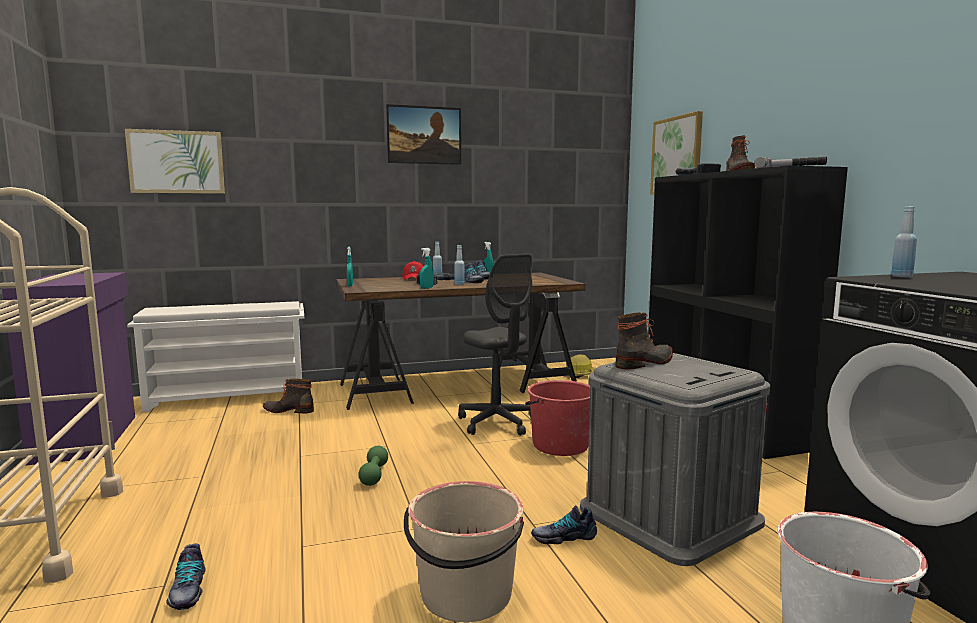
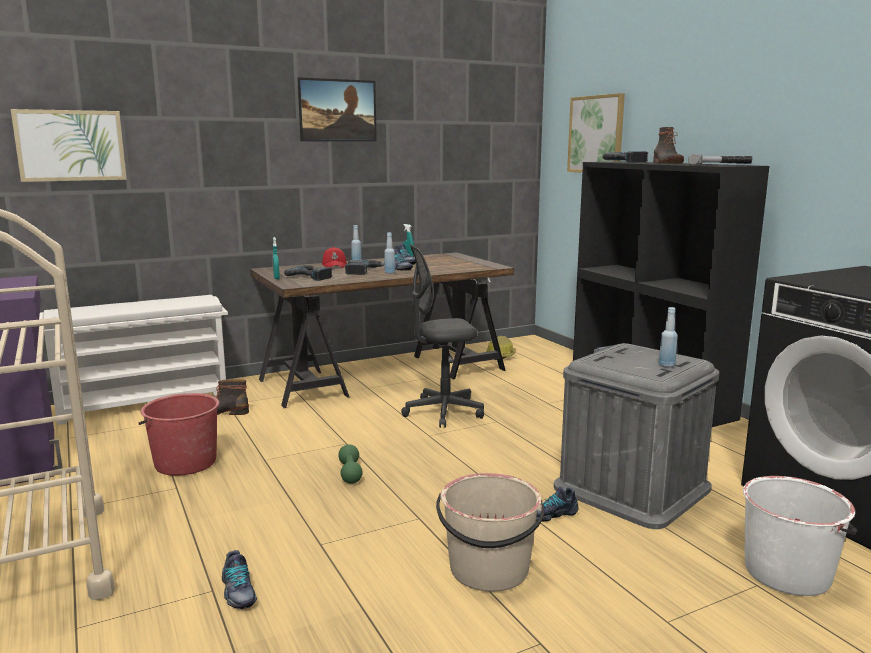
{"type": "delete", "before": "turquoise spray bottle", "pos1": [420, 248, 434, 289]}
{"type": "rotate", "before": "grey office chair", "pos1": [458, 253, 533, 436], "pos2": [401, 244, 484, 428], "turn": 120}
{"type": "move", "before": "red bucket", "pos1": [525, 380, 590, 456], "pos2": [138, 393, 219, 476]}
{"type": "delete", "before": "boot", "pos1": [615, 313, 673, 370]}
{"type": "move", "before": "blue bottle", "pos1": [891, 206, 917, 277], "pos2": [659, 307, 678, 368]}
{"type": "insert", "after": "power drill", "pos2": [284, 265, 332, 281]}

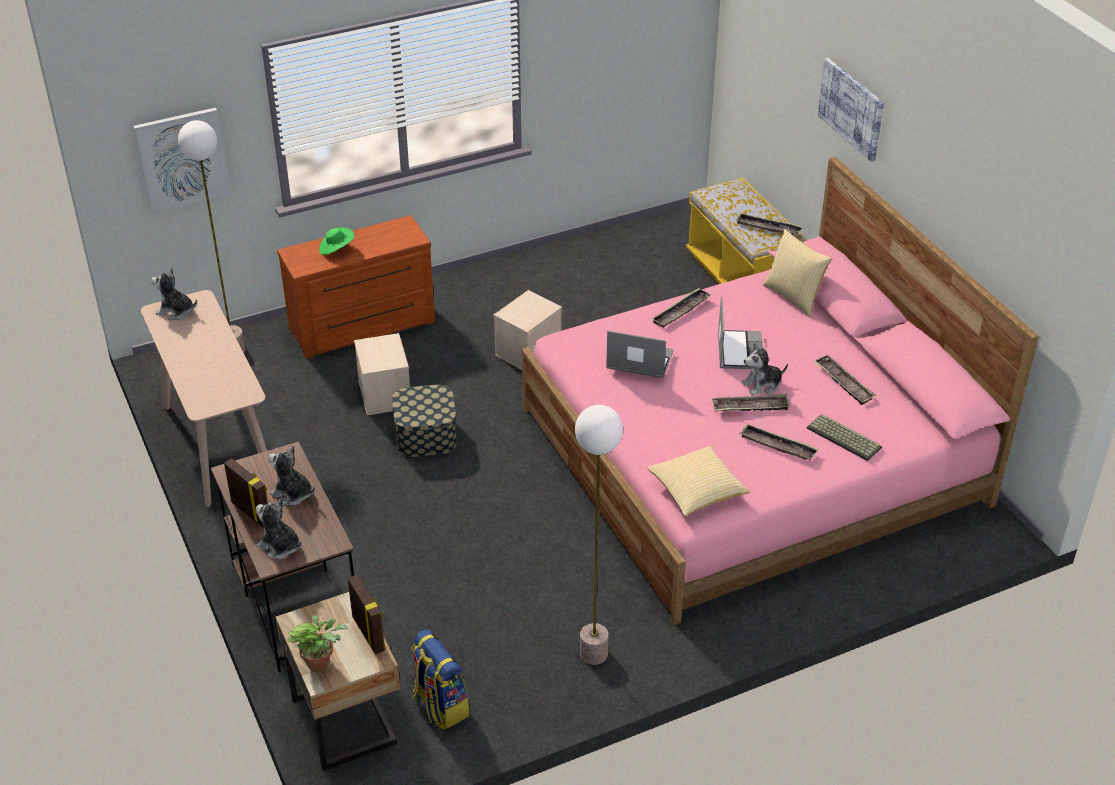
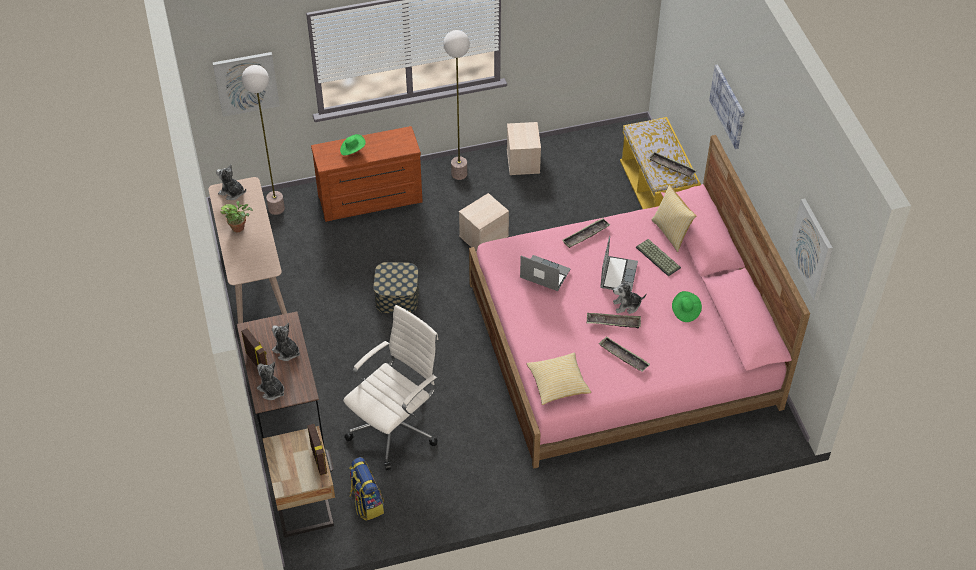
{"type": "move", "before": "potted plant", "pos1": [287, 615, 348, 672], "pos2": [220, 201, 253, 232]}
{"type": "move", "before": "beige storage box", "pos1": [354, 333, 410, 415], "pos2": [507, 122, 541, 175]}
{"type": "move", "before": "floor lamp", "pos1": [575, 405, 623, 665], "pos2": [443, 30, 470, 180]}
{"type": "move", "before": "keyboard", "pos1": [807, 414, 882, 461], "pos2": [636, 239, 681, 276]}
{"type": "replace", "before": "tray", "after": "green hat", "pos1": [813, 355, 876, 405], "pos2": [672, 291, 702, 322]}
{"type": "insert", "after": "white office chair", "pos2": [343, 305, 438, 470]}
{"type": "insert", "after": "picture", "pos2": [788, 198, 833, 301]}

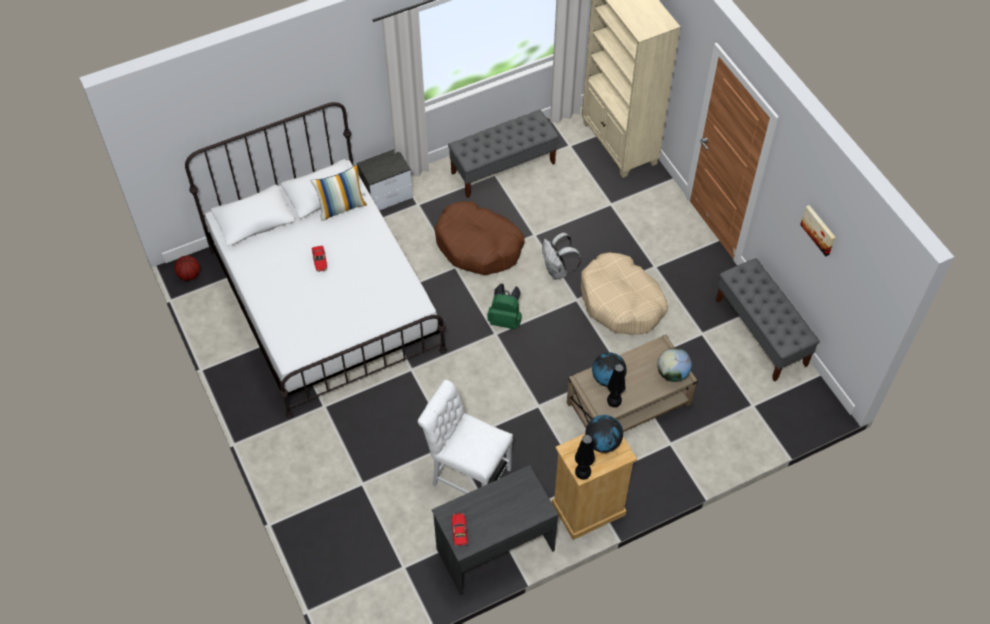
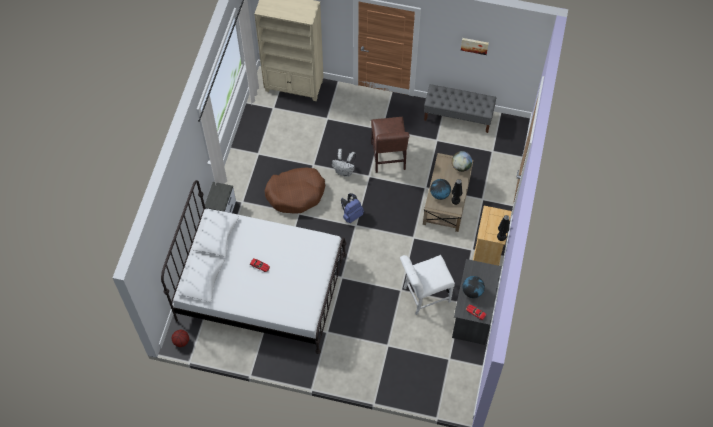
{"type": "delete", "before": "pillow", "pos1": [311, 164, 367, 221]}
{"type": "delete", "before": "grey bench", "pos1": [448, 110, 559, 198]}
{"type": "recolor", "before": "green backpack", "after": "blue backpack", "pos1": [488, 283, 522, 329], "pos2": [341, 193, 364, 223]}
{"type": "replace", "before": "beige dog bed", "after": "brown chair", "pos1": [581, 253, 668, 334], "pos2": [371, 117, 409, 173]}
{"type": "move", "before": "globe", "pos1": [585, 415, 623, 453], "pos2": [462, 276, 485, 298]}

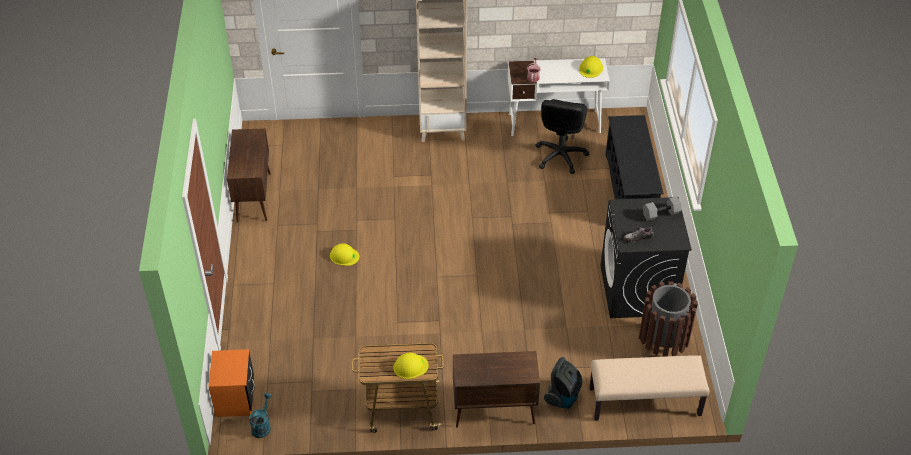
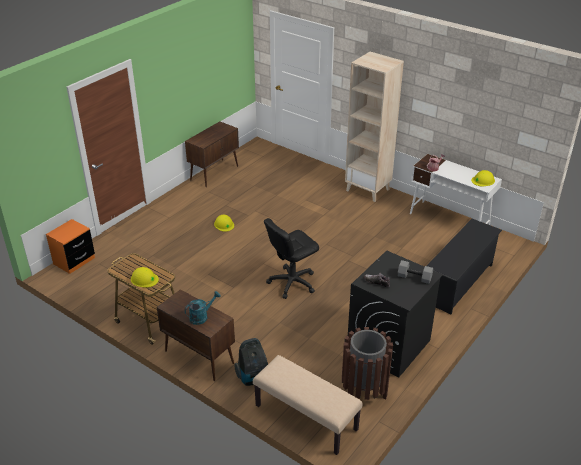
{"type": "move", "before": "turquoise watering can", "pos1": [249, 393, 272, 438], "pos2": [185, 291, 220, 325]}
{"type": "move", "before": "black office chair", "pos1": [535, 99, 589, 174], "pos2": [264, 218, 319, 299]}

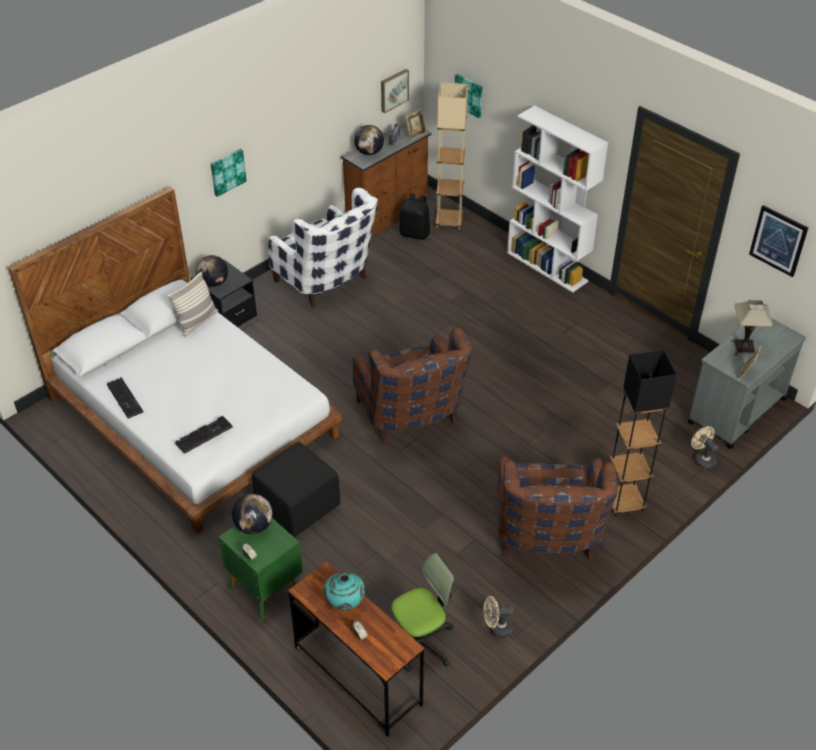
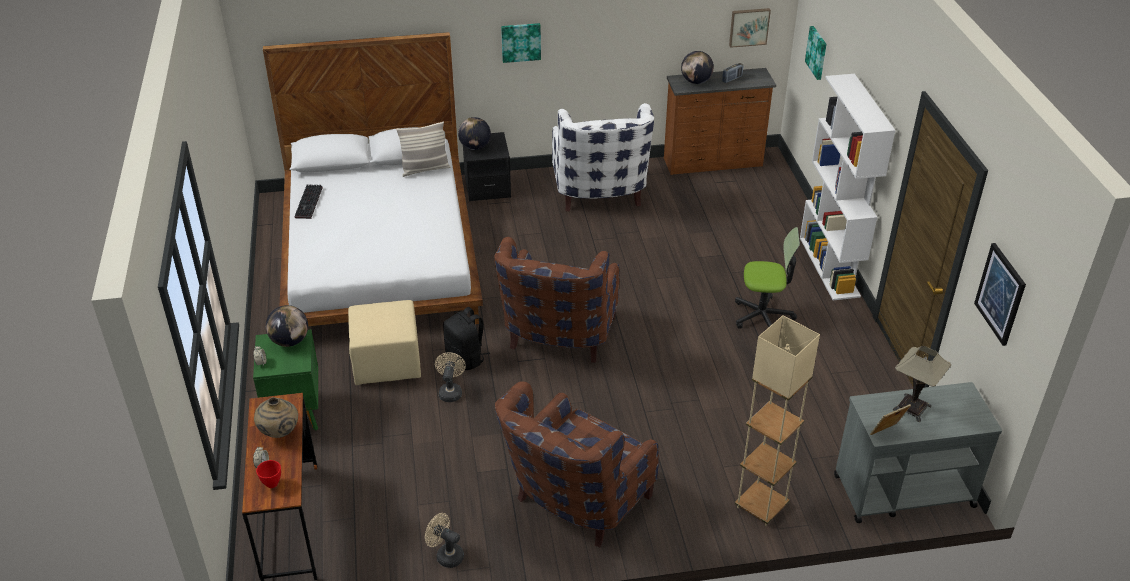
{"type": "delete", "before": "keyboard", "pos1": [175, 416, 233, 454]}
{"type": "recolor", "before": "black ottoman", "after": "beige ottoman", "pos1": [252, 442, 341, 538], "pos2": [348, 300, 421, 385]}
{"type": "recolor", "before": "turquoise vase", "after": "beige vase", "pos1": [324, 573, 365, 610], "pos2": [254, 397, 298, 438]}
{"type": "move", "before": "office chair", "pos1": [391, 553, 454, 672], "pos2": [735, 227, 800, 329]}
{"type": "move", "before": "black backpack", "pos1": [399, 193, 430, 240], "pos2": [443, 307, 490, 370]}
{"type": "delete", "before": "picture frame", "pos1": [405, 109, 427, 140]}
{"type": "move", "before": "beige floor lamp", "pos1": [435, 82, 468, 229], "pos2": [735, 315, 820, 526]}
{"type": "delete", "before": "black floor lamp", "pos1": [610, 350, 677, 516]}
{"type": "move", "before": "beige fan", "pos1": [691, 426, 718, 470], "pos2": [435, 352, 466, 402]}
{"type": "insert", "after": "red bowl", "pos2": [256, 460, 281, 488]}

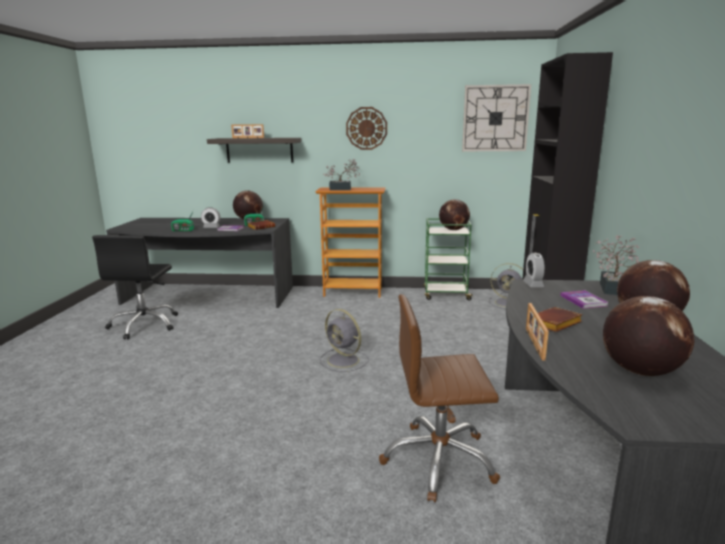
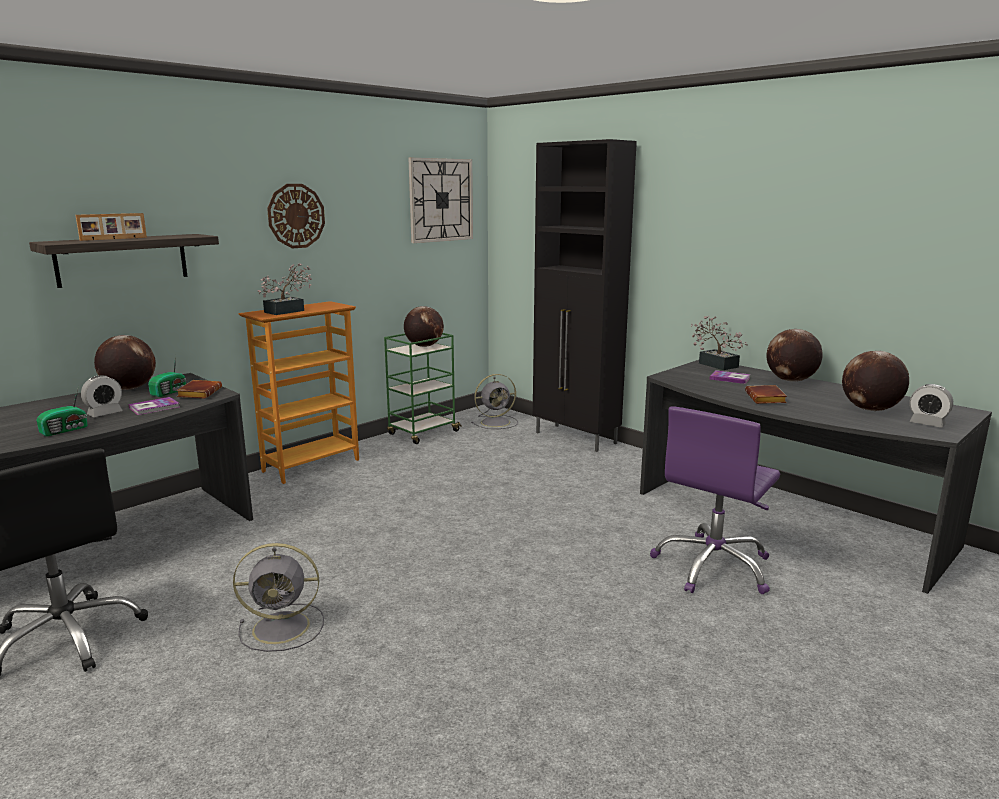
{"type": "move", "before": "grey fan", "pos1": [320, 309, 369, 372], "pos2": [233, 543, 324, 652]}
{"type": "recolor", "before": "brown office chair", "after": "purple office chair", "pos1": [379, 294, 500, 502], "pos2": [650, 406, 780, 594]}
{"type": "move", "before": "alarm clock", "pos1": [523, 253, 545, 287], "pos2": [909, 384, 953, 428]}
{"type": "delete", "before": "picture frame", "pos1": [526, 303, 549, 361]}

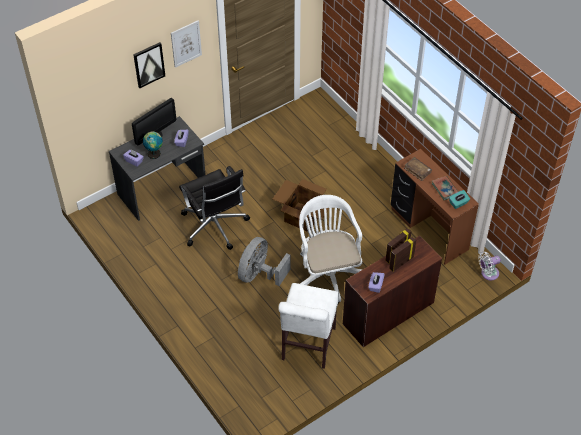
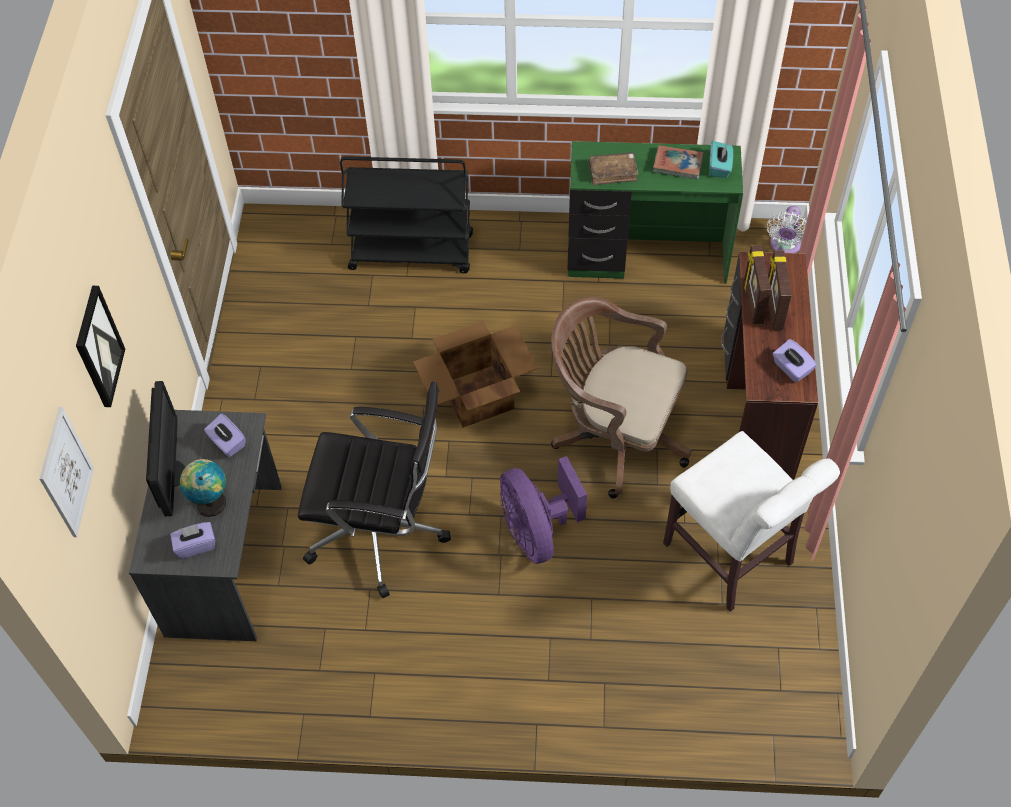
{"type": "move", "before": "picture", "pos1": [171, 20, 202, 68], "pos2": [39, 407, 94, 537]}
{"type": "recolor", "before": "grey fan", "after": "purple fan", "pos1": [238, 237, 291, 286], "pos2": [500, 456, 587, 564]}
{"type": "recolor", "before": "white office chair", "after": "brown office chair", "pos1": [299, 195, 362, 304], "pos2": [551, 297, 691, 499]}
{"type": "recolor", "before": "brown desk", "after": "green desk", "pos1": [391, 149, 479, 265], "pos2": [567, 141, 743, 284]}
{"type": "insert", "after": "black cart", "pos2": [340, 156, 473, 274]}

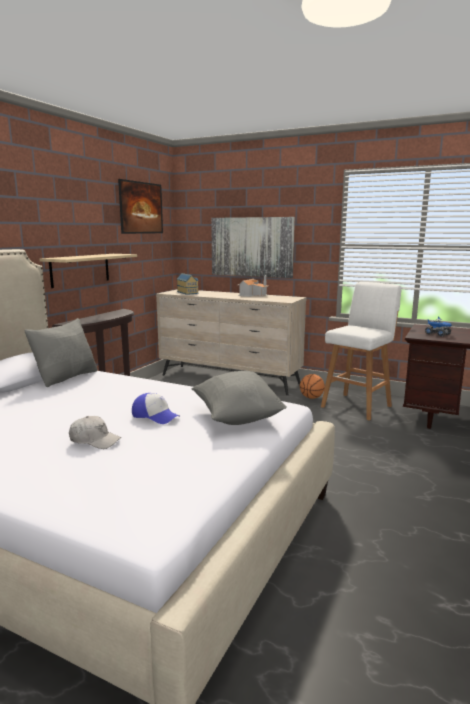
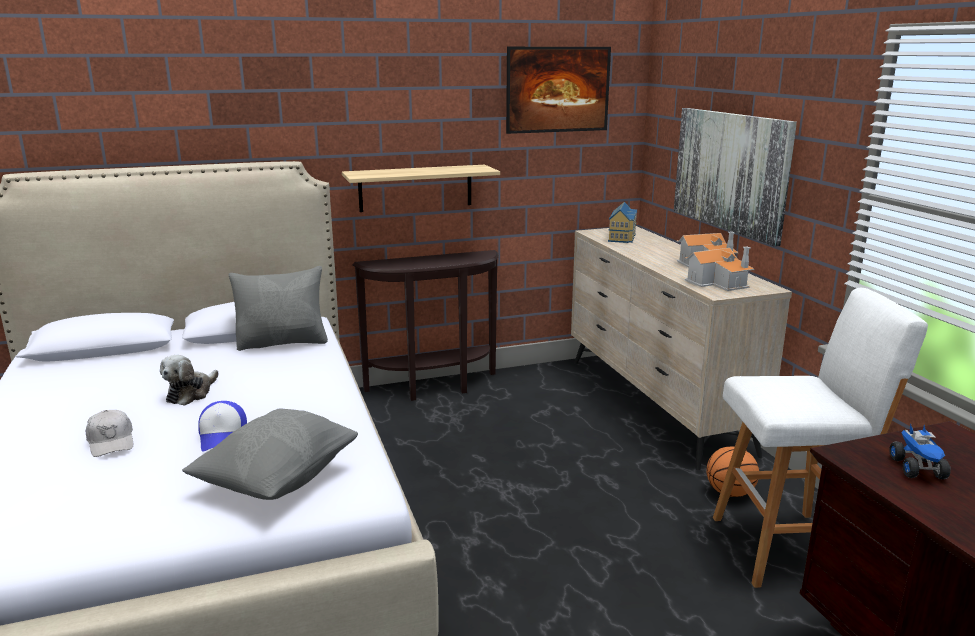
{"type": "insert", "after": "plush toy", "pos2": [160, 355, 219, 406]}
{"type": "insert", "after": "toy house", "pos2": [684, 247, 755, 291]}

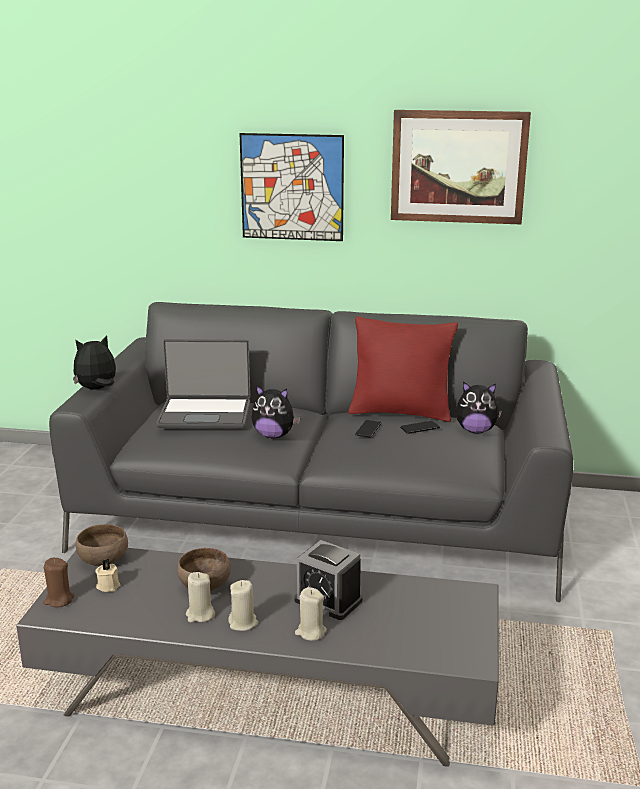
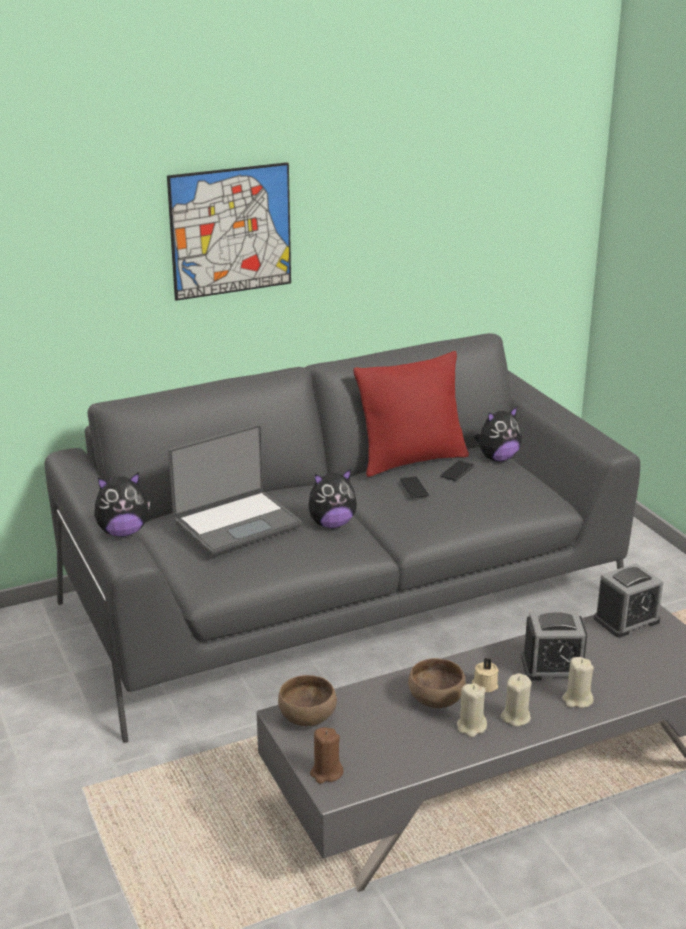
{"type": "rotate", "before": "plush toy", "pos1": [73, 336, 116, 390], "pos2": [94, 472, 150, 537], "turn": -135}
{"type": "move", "before": "beige candle", "pos1": [95, 559, 121, 592], "pos2": [472, 657, 499, 692]}
{"type": "delete", "before": "picture", "pos1": [391, 110, 531, 224]}
{"type": "insert", "after": "alarm clock", "pos2": [594, 563, 663, 638]}

